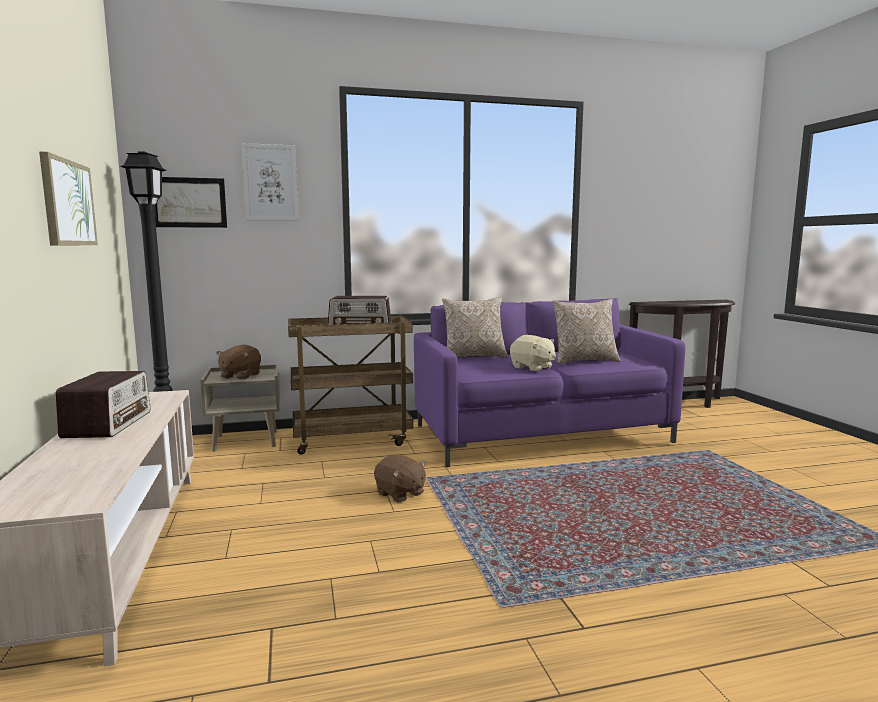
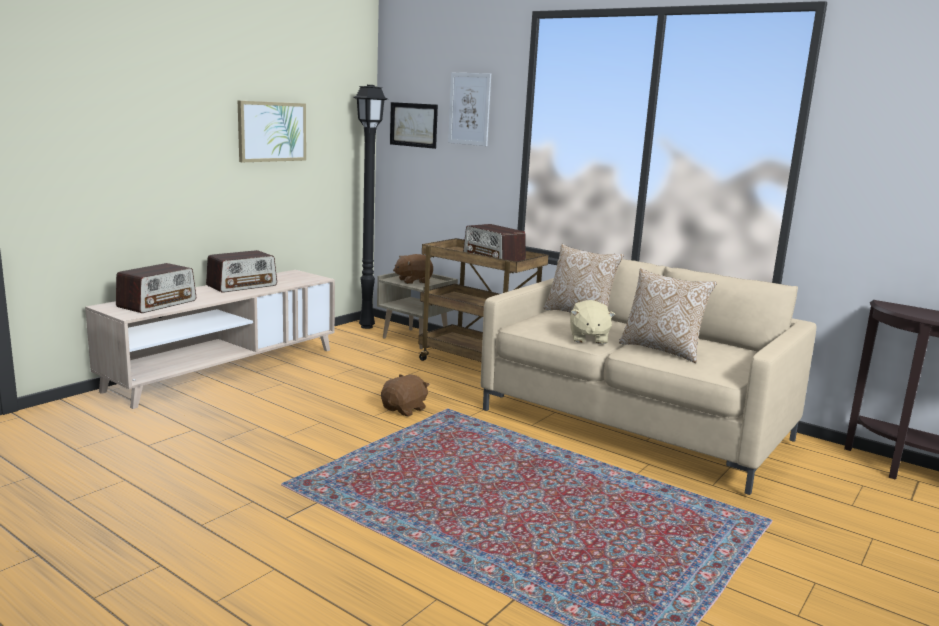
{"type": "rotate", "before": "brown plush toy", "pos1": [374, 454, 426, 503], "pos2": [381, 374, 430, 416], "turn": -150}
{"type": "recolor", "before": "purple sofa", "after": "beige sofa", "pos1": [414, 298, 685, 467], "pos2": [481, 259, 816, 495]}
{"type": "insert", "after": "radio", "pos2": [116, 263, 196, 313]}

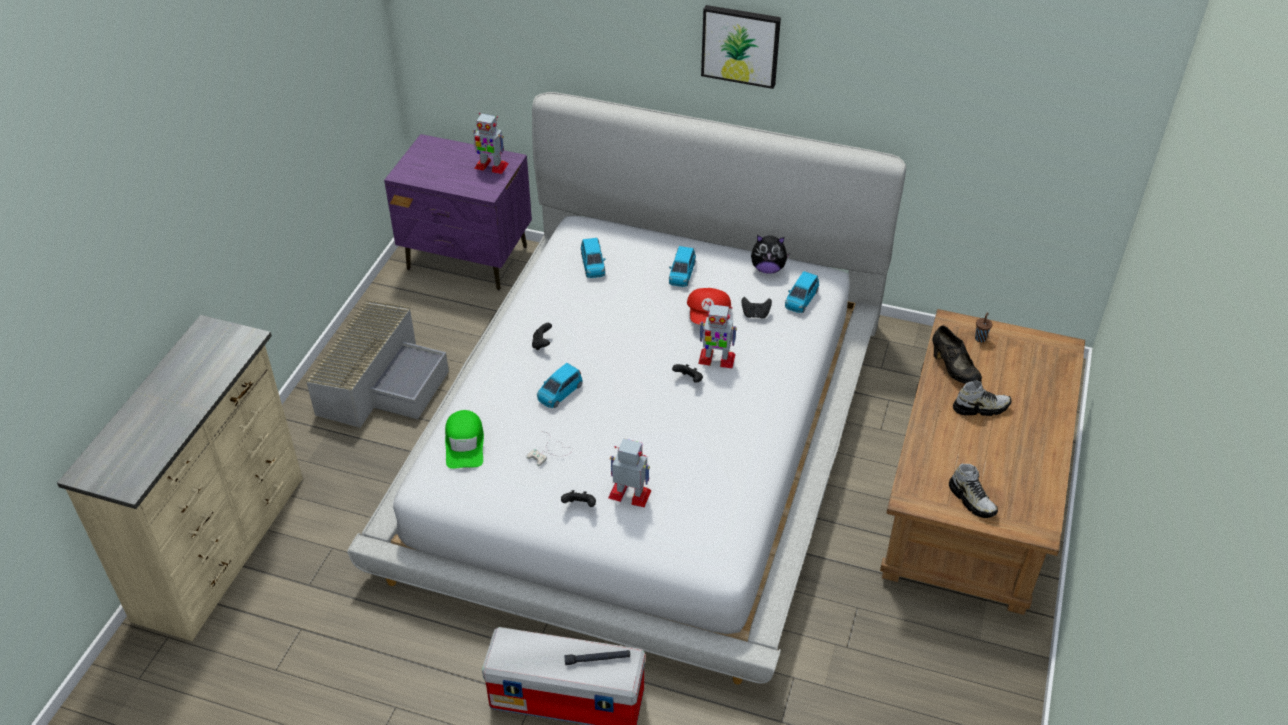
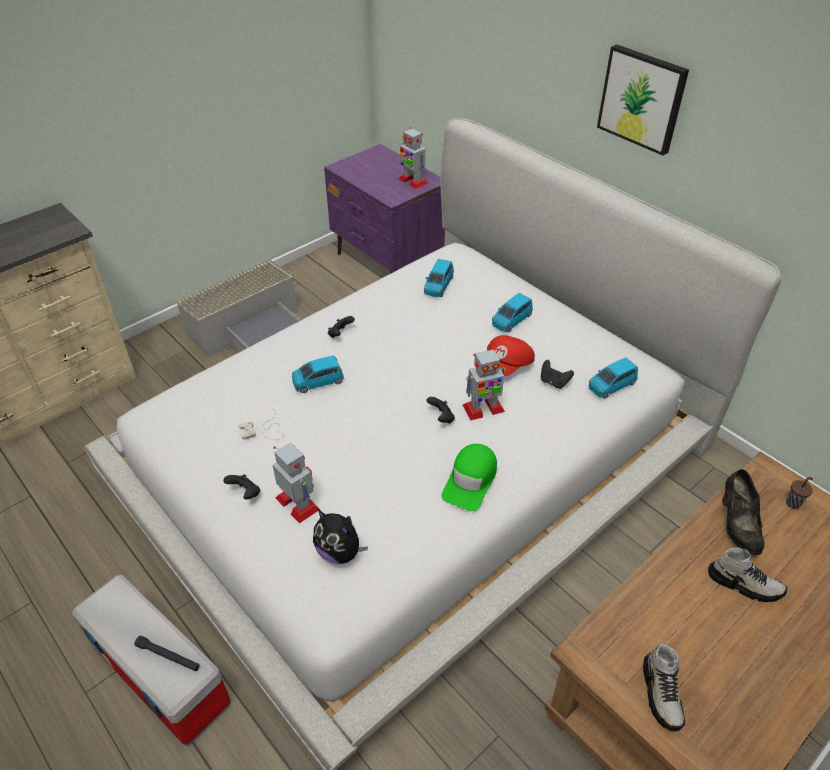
{"type": "move", "before": "green cap", "pos1": [445, 410, 484, 469], "pos2": [442, 444, 497, 511]}
{"type": "rotate", "before": "toy robot", "pos1": [698, 304, 737, 369], "pos2": [463, 348, 505, 421], "turn": -60}
{"type": "move", "before": "plush toy", "pos1": [751, 235, 790, 274], "pos2": [313, 510, 368, 564]}

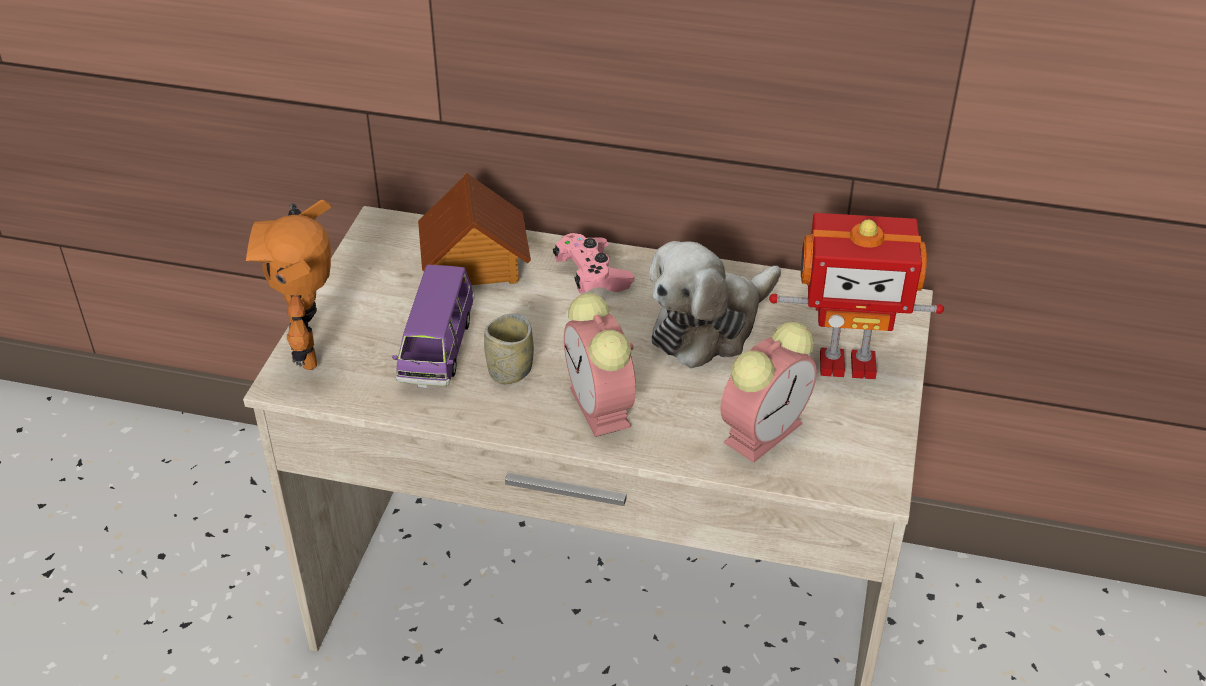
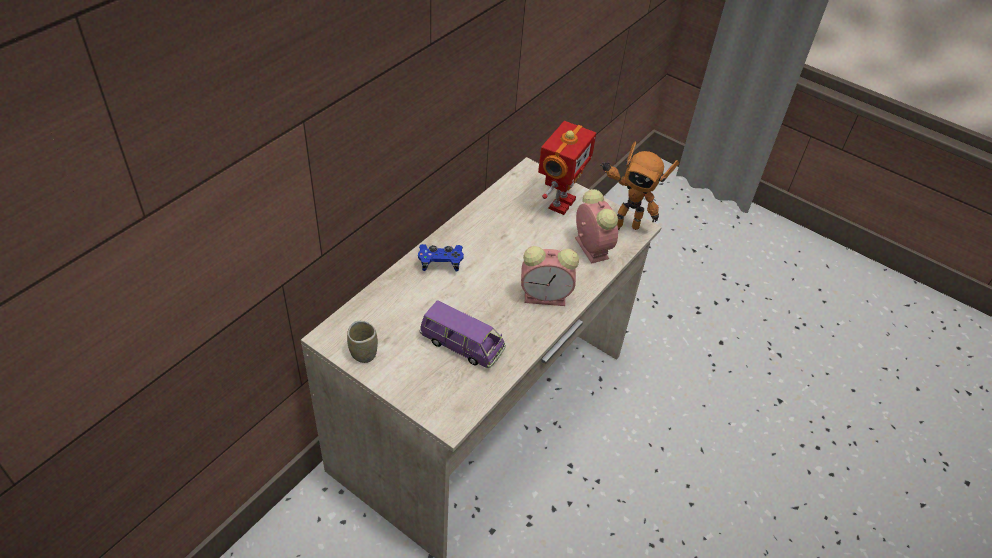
{"type": "move", "before": "toy robot", "pos1": [246, 200, 331, 370], "pos2": [600, 142, 679, 230]}
{"type": "delete", "before": "toy house", "pos1": [418, 173, 531, 285]}
{"type": "move", "before": "cup", "pos1": [484, 313, 534, 384], "pos2": [347, 321, 378, 363]}
{"type": "recolor", "before": "pink game controller", "after": "blue game controller", "pos1": [553, 233, 635, 294], "pos2": [418, 244, 464, 271]}
{"type": "delete", "before": "plush toy", "pos1": [649, 241, 781, 369]}

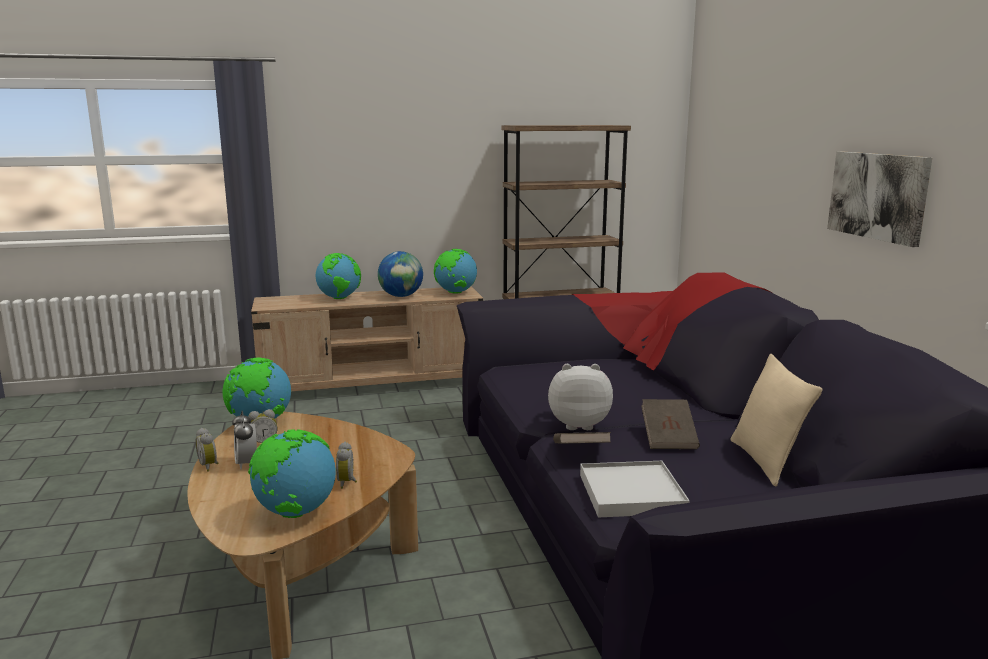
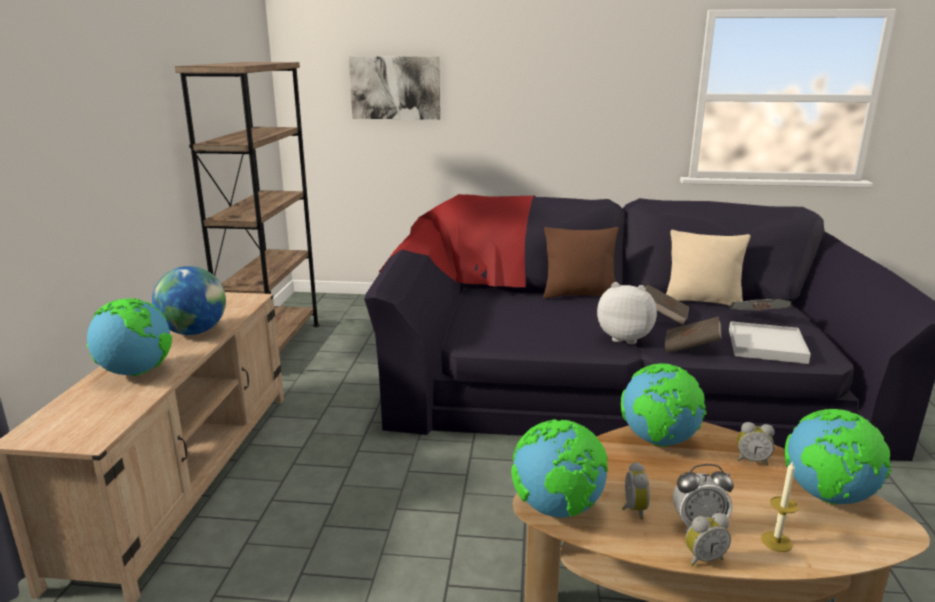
{"type": "move", "before": "globe", "pos1": [434, 249, 477, 294], "pos2": [621, 364, 707, 447]}
{"type": "rotate", "before": "plush toy", "pos1": [548, 364, 613, 430], "pos2": [597, 282, 657, 344], "turn": 90}
{"type": "move", "before": "picture", "pos1": [827, 151, 932, 247], "pos2": [349, 56, 440, 120]}
{"type": "insert", "after": "brown pillow", "pos2": [543, 227, 619, 298]}
{"type": "insert", "after": "newspaper", "pos2": [729, 299, 791, 311]}
{"type": "insert", "after": "candle", "pos2": [761, 460, 798, 552]}

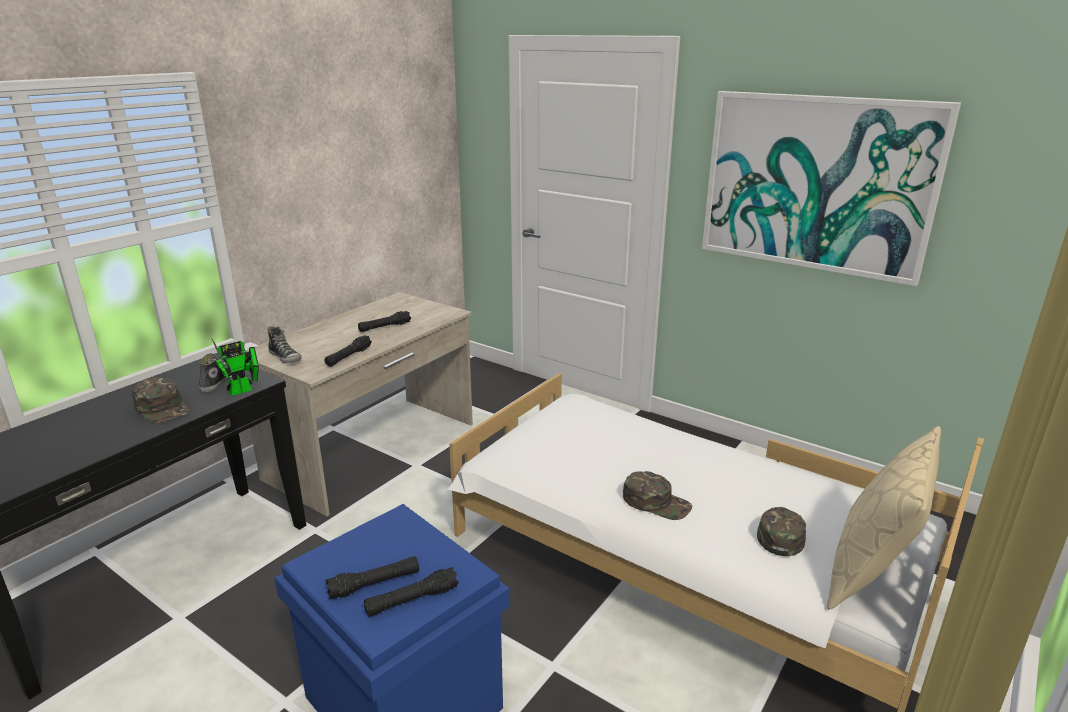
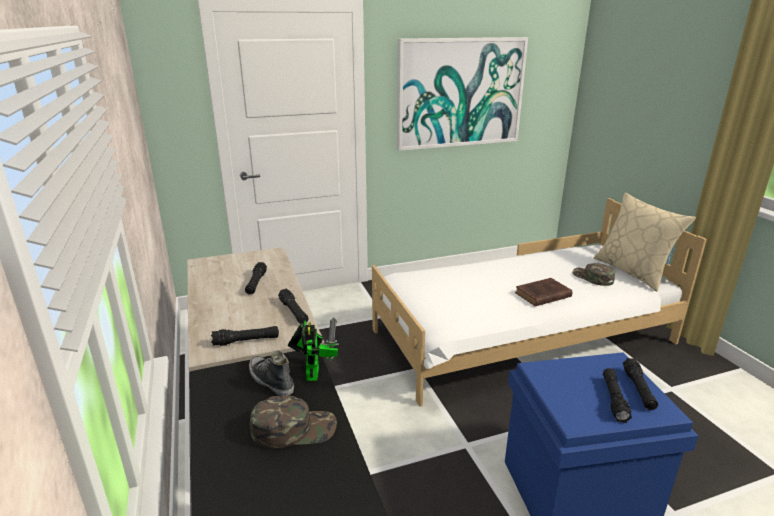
{"type": "replace", "before": "shoe", "after": "black flashlight", "pos1": [267, 326, 302, 363], "pos2": [211, 326, 279, 346]}
{"type": "replace", "before": "green cap", "after": "brown book", "pos1": [623, 471, 692, 520], "pos2": [515, 278, 573, 306]}

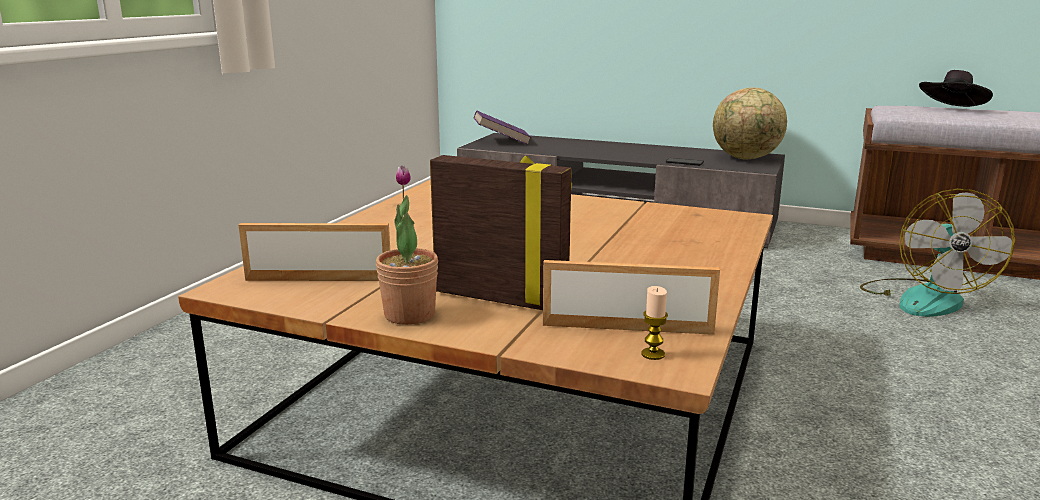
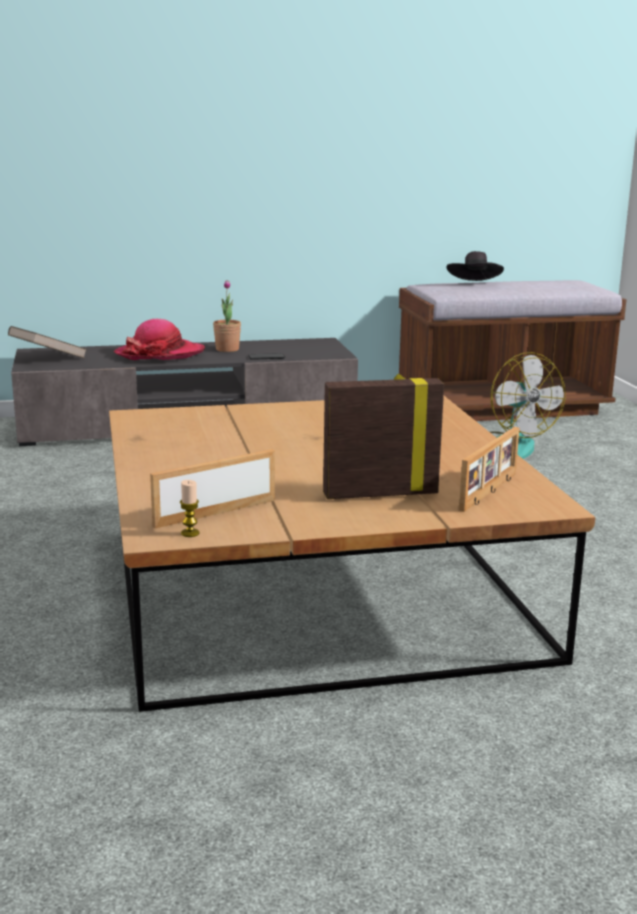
{"type": "move", "before": "potted plant", "pos1": [376, 165, 438, 325], "pos2": [213, 280, 241, 352]}
{"type": "recolor", "before": "purple book", "after": "brown book", "pos1": [474, 111, 531, 145], "pos2": [8, 326, 87, 359]}
{"type": "rotate", "before": "picture frame", "pos1": [543, 260, 720, 335], "pos2": [459, 427, 519, 512], "turn": 150}
{"type": "move", "before": "candle", "pos1": [641, 286, 668, 360], "pos2": [180, 480, 200, 537]}
{"type": "delete", "before": "globe", "pos1": [713, 87, 787, 160]}
{"type": "insert", "after": "hat", "pos2": [113, 319, 205, 360]}

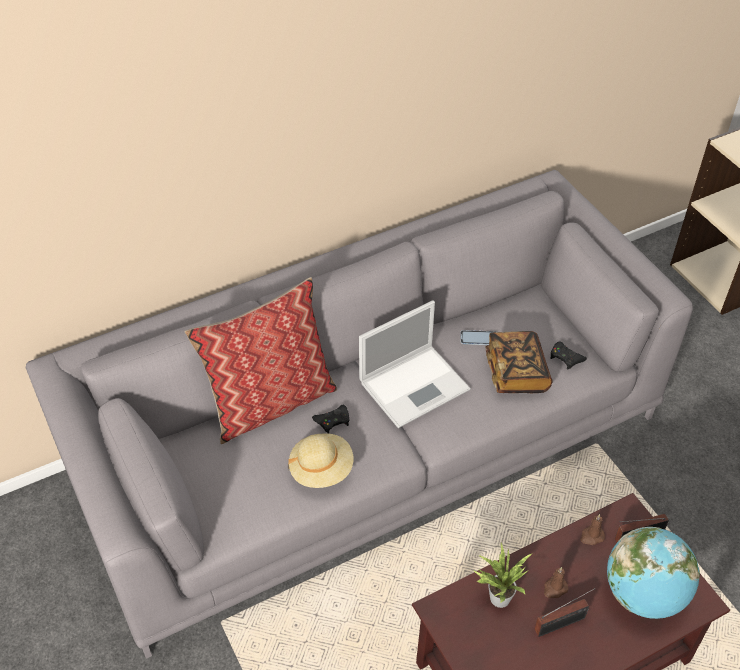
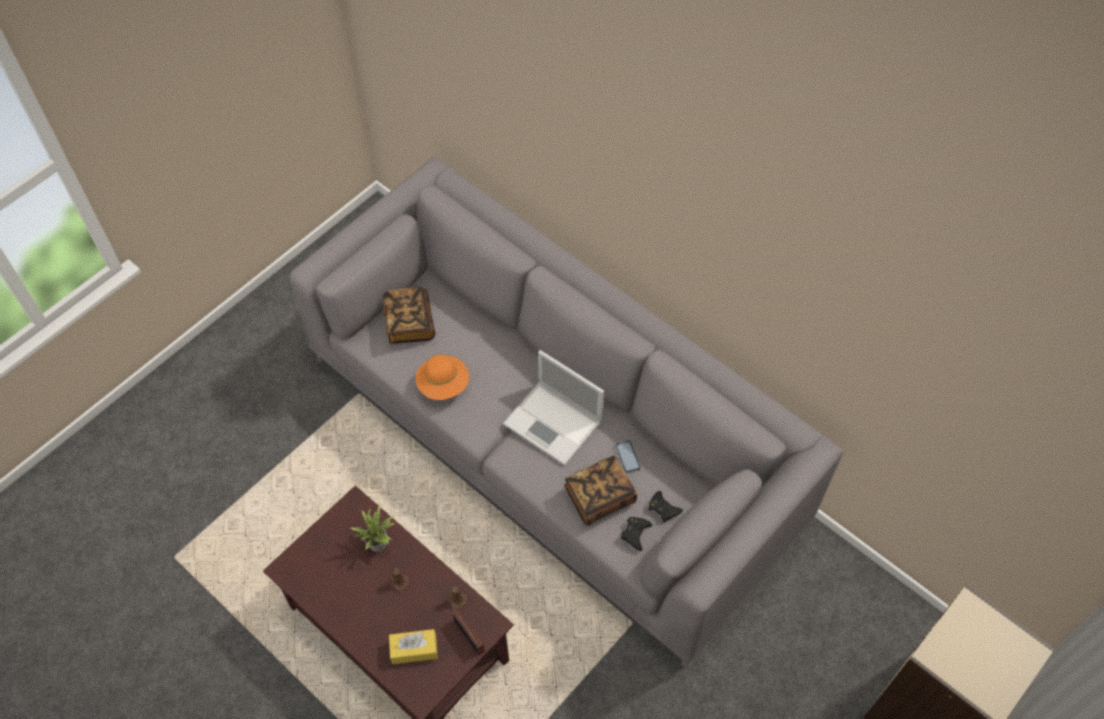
{"type": "delete", "before": "pillow", "pos1": [184, 277, 337, 444]}
{"type": "recolor", "before": "beige hat", "after": "orange hat", "pos1": [288, 433, 353, 488], "pos2": [416, 355, 469, 400]}
{"type": "move", "before": "black game controller", "pos1": [312, 405, 349, 434], "pos2": [648, 491, 683, 523]}
{"type": "delete", "before": "radio", "pos1": [535, 588, 595, 637]}
{"type": "replace", "before": "globe", "after": "yellow tissue box", "pos1": [607, 527, 700, 619], "pos2": [389, 629, 438, 664]}
{"type": "insert", "after": "book", "pos2": [383, 287, 435, 344]}

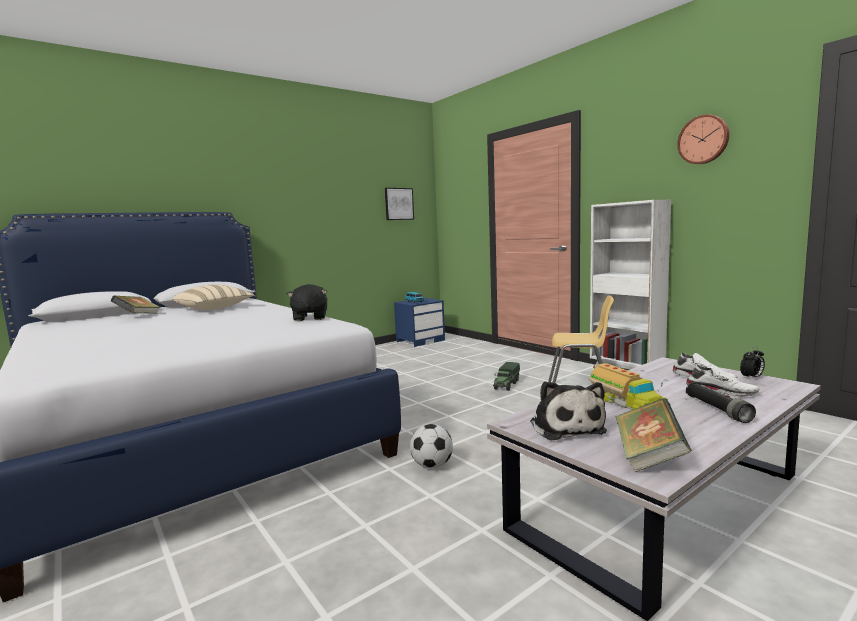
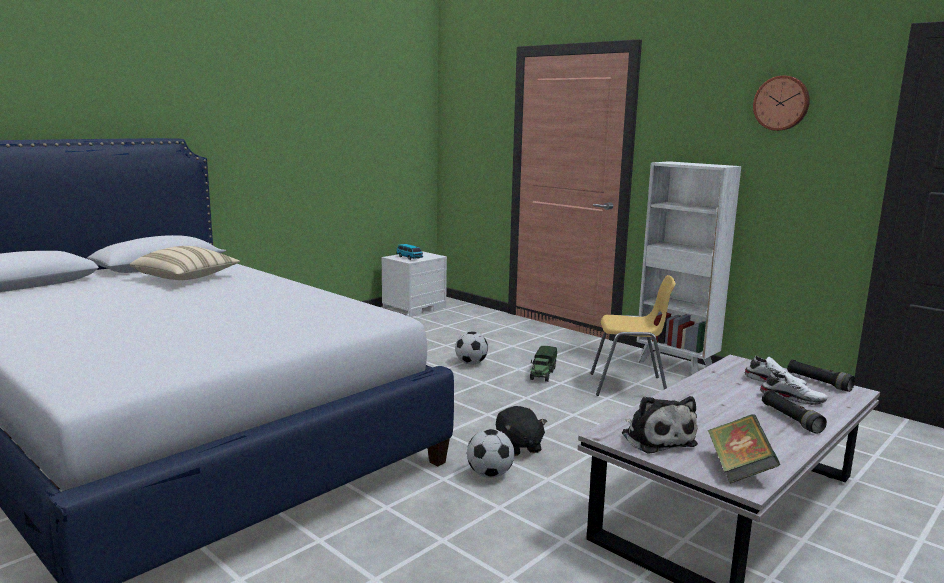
{"type": "delete", "before": "book", "pos1": [111, 296, 159, 314]}
{"type": "move", "before": "black plush toy", "pos1": [287, 284, 327, 321], "pos2": [496, 406, 547, 456]}
{"type": "delete", "before": "picture", "pos1": [385, 188, 414, 220]}
{"type": "recolor", "before": "blue nightstand", "after": "white nightstand", "pos1": [394, 298, 445, 347], "pos2": [382, 251, 447, 317]}
{"type": "delete", "before": "toy truck", "pos1": [588, 363, 668, 411]}
{"type": "replace", "before": "alarm clock", "after": "black flashlight", "pos1": [740, 347, 765, 380], "pos2": [787, 359, 855, 392]}
{"type": "insert", "after": "football", "pos2": [455, 332, 488, 365]}

